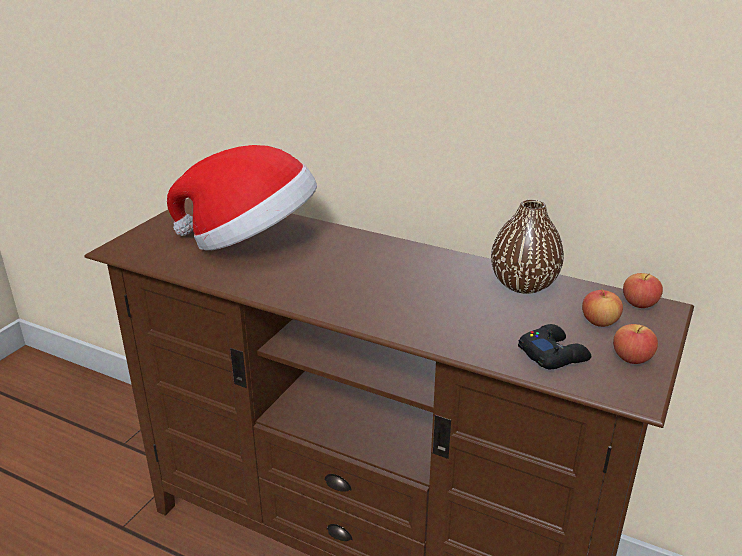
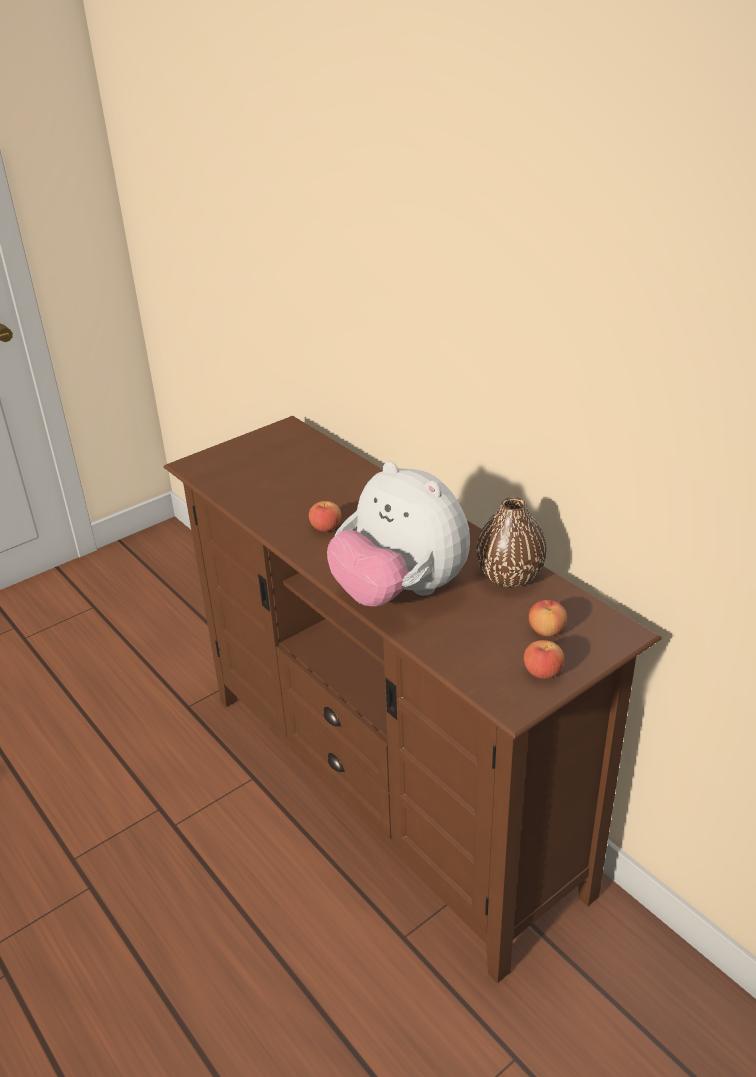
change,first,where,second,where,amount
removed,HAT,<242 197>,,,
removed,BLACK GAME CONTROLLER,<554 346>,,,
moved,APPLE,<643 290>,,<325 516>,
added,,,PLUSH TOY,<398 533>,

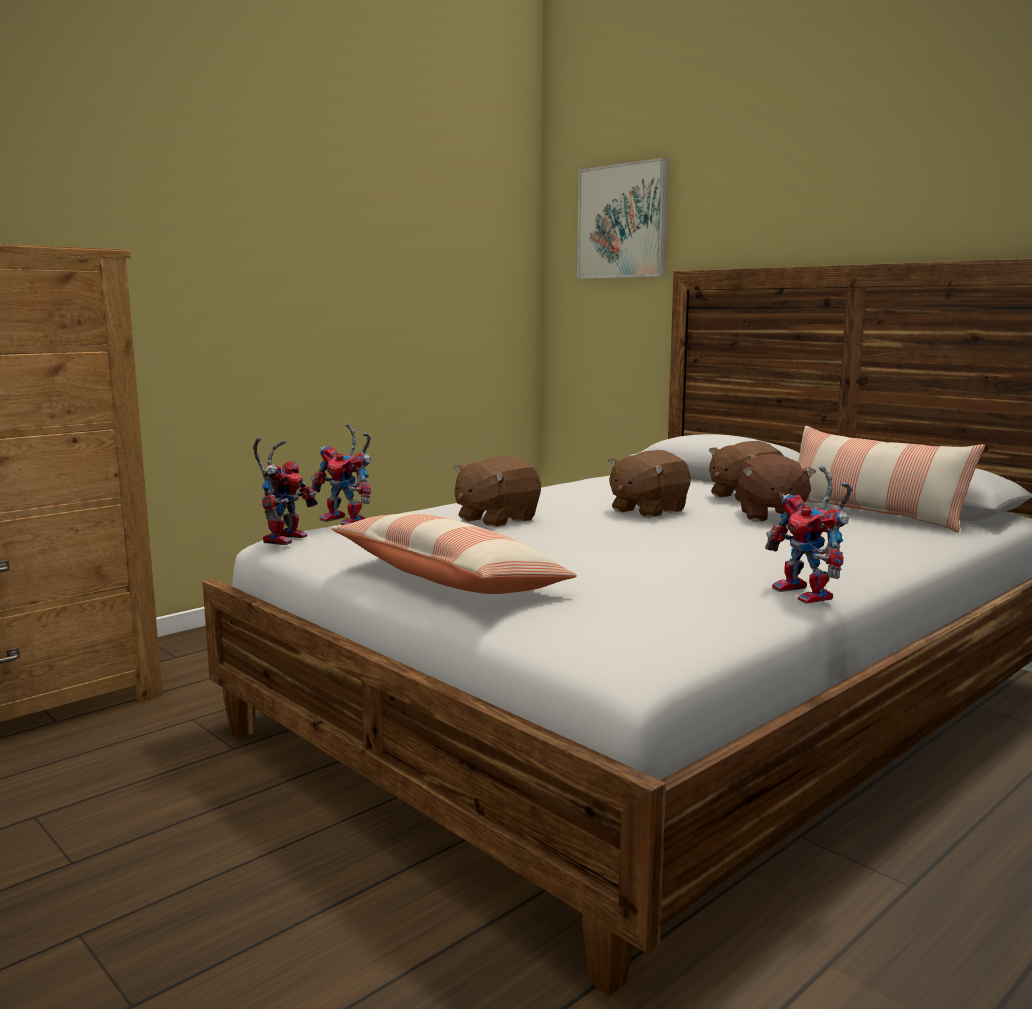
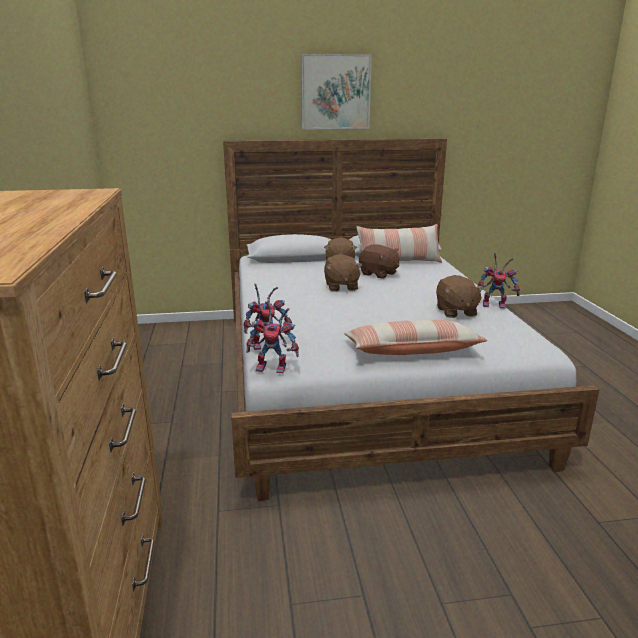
change,first,where,second,where,amount
turned,TOY ROBOT,<285 491>,,<272 337>,135 degrees clockwise
moved,BROWN PLUSH TOY,<497 491>,,<460 296>,
moved,PICTURE,<622 218>,,<336 91>,

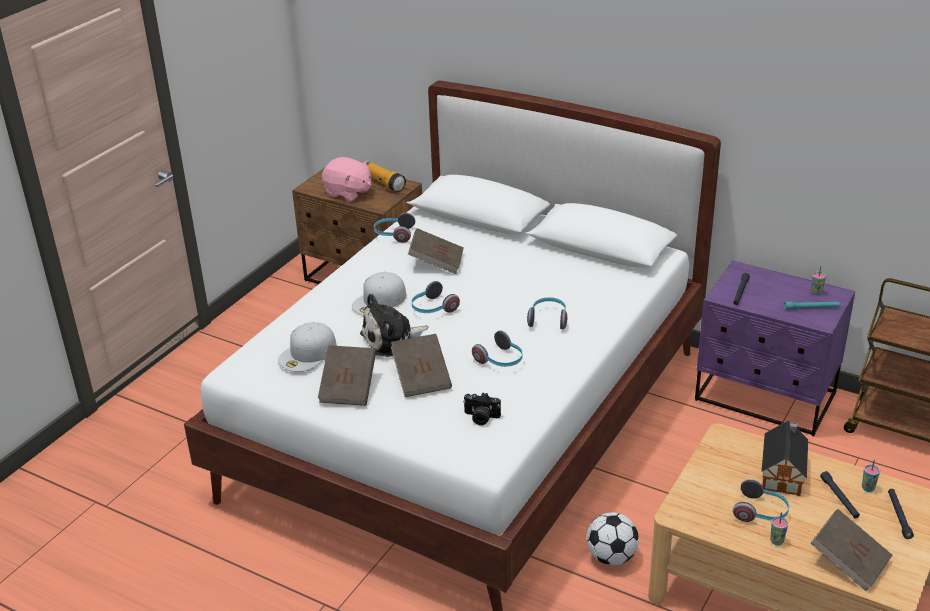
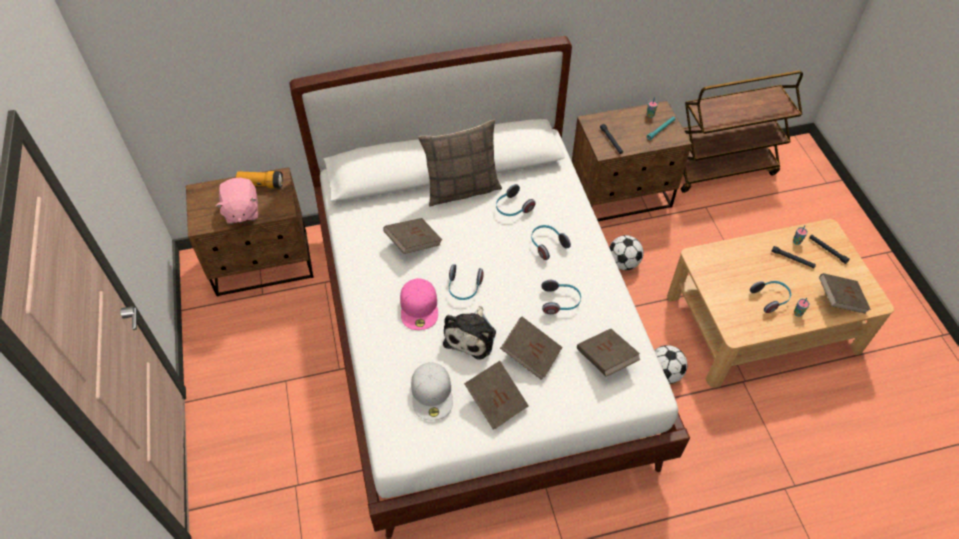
change,first,where,second,where,amount
turned,PINK PLUSH TOY,<346 179>,,<237 201>,90 degrees clockwise
recoloured,WHITE CAP,<379 294>,PINK CAP,<419 304>,
moved,HEADPHONES,<394 228>,,<515 200>,
replaced,PHOTO CAMERA,<482 409>,BROWN BOOK,<609 353>,
recoloured,PURPLE NIGHTSTAND,<775 348>,BROWN NIGHTSTAND,<632 161>,
removed,TOY HOUSE,<784 458>,,,
added,,,PILLOW,<460 163>,
added,,,FOOTBALL,<626 252>,

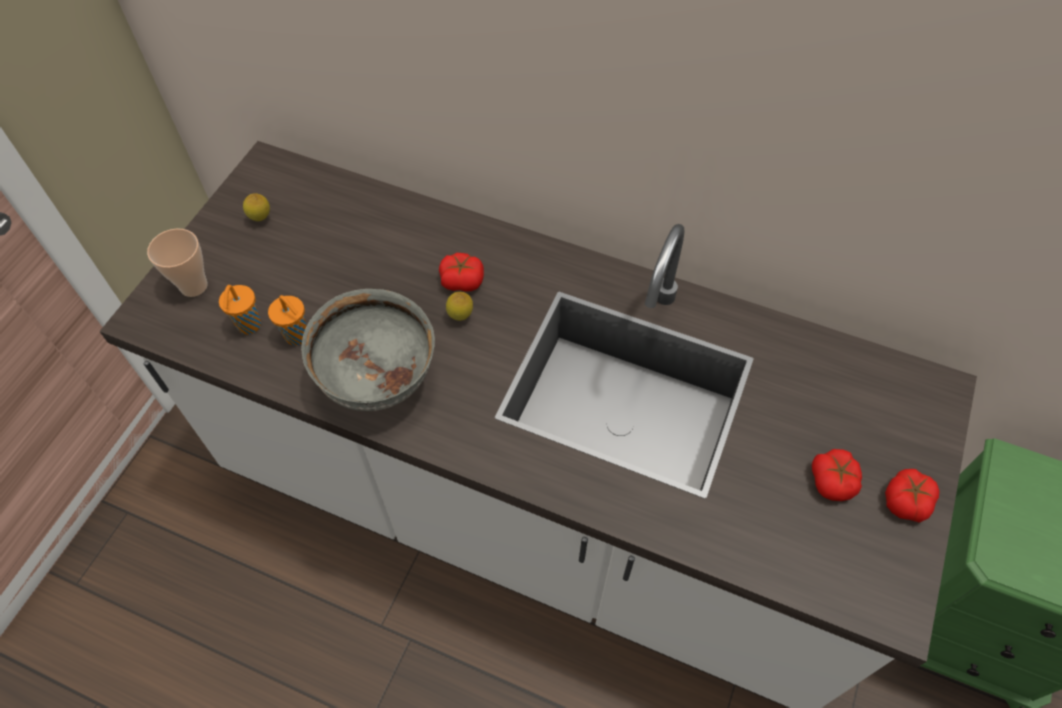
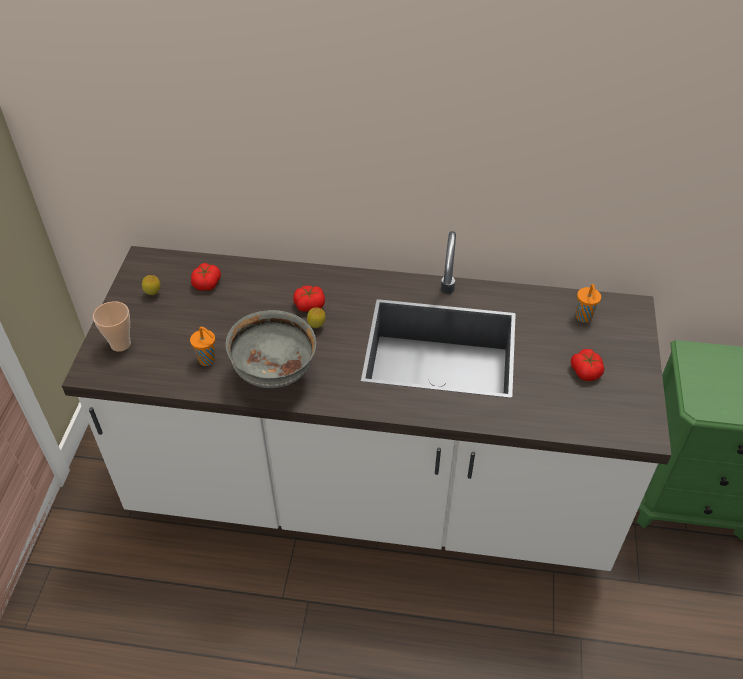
change,first,where,second,where,amount
moved,ORANGE CUP,<240 309>,,<588 303>,
moved,TOMATO,<912 496>,,<206 277>,

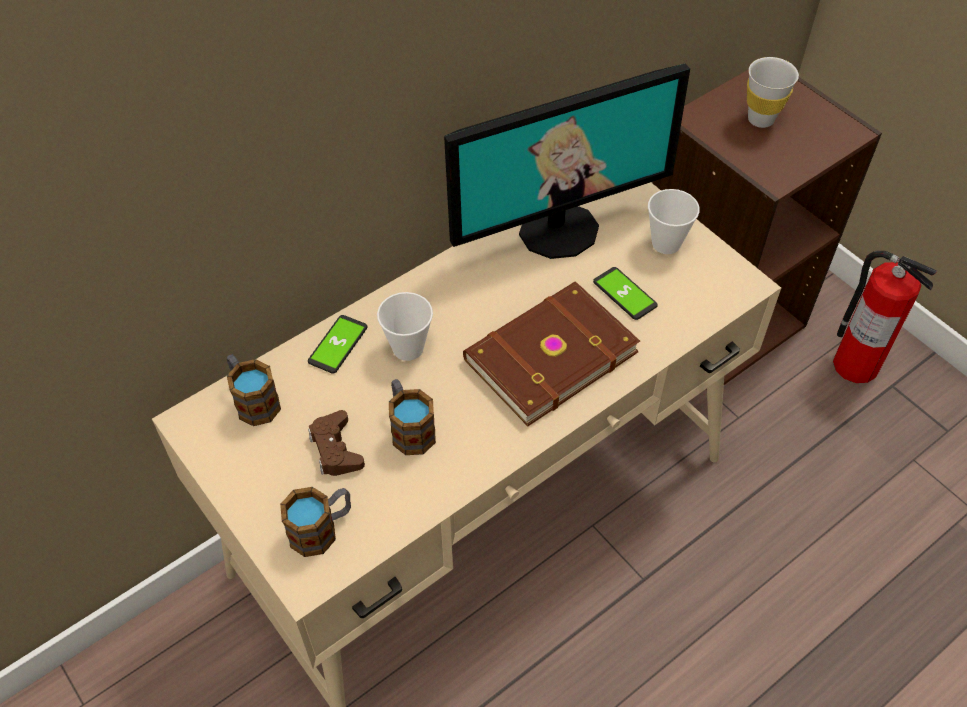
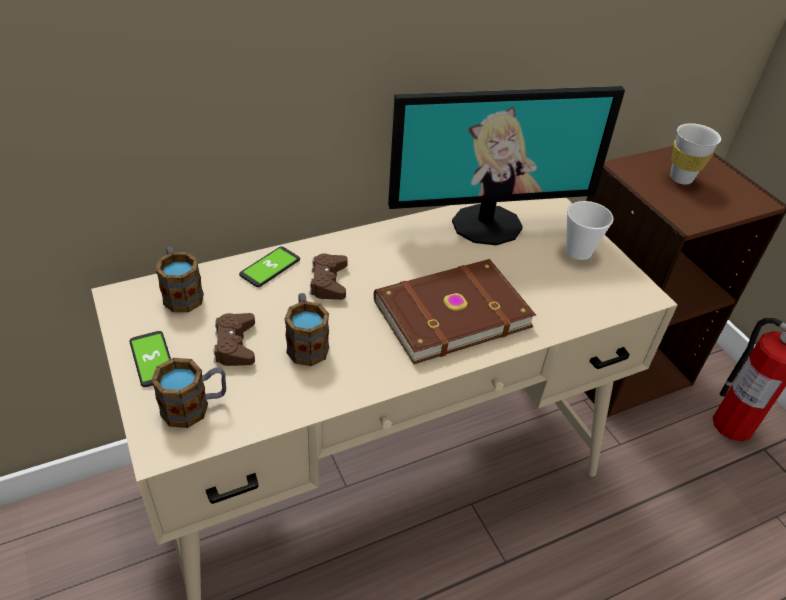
change,first,where,second,where,amount
replaced,CUP,<405 326>,BROWN GAME CONTROLLER,<328 277>,
moved,PHONE,<625 293>,,<150 359>,

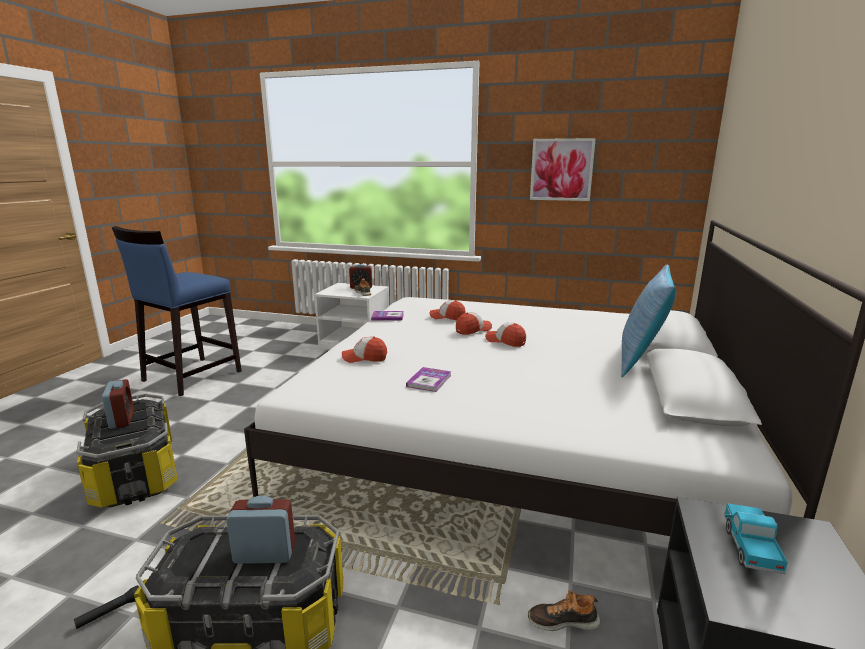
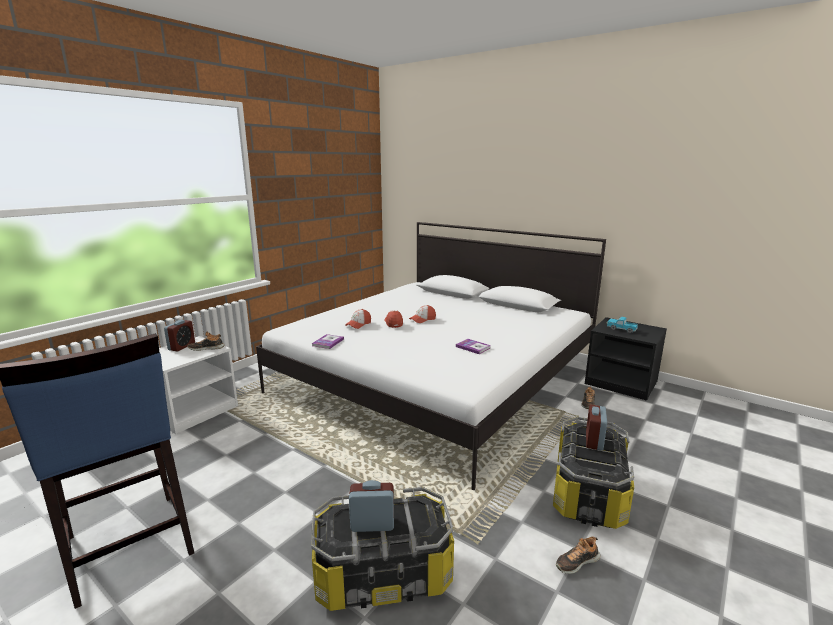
change,first,where,second,where,amount
replaced,BLACK FLASHLIGHT,<106 607>,SHOE,<578 555>,
removed,CAP,<364 350>,,,
removed,PICTURE,<563 169>,,,
removed,PILLOW,<648 320>,,,

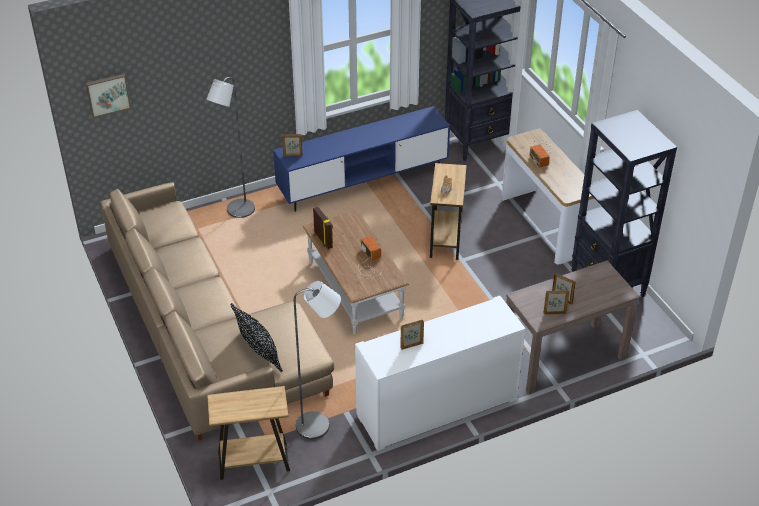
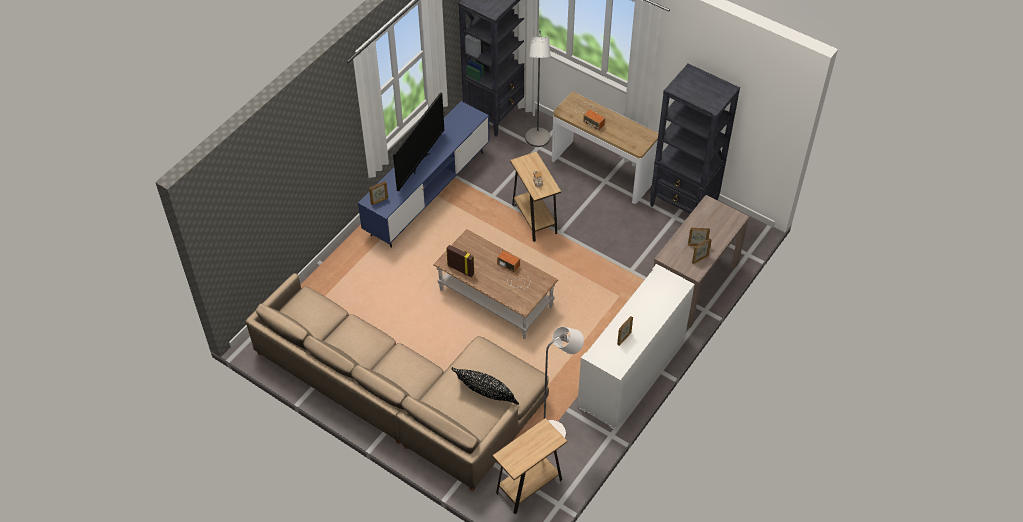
change,first,where,second,where,amount
removed,PICTURE,<108 96>,,,
moved,GREY FLOOR LAMP,<230 147>,,<538 89>,
added,,,TELEVISION,<418 141>,

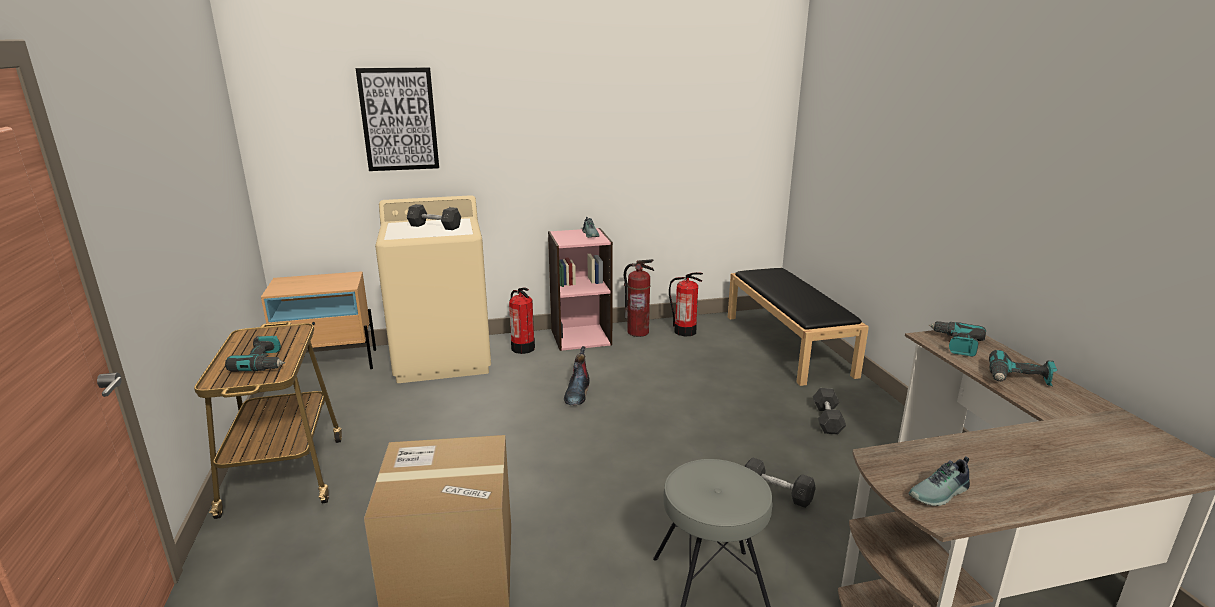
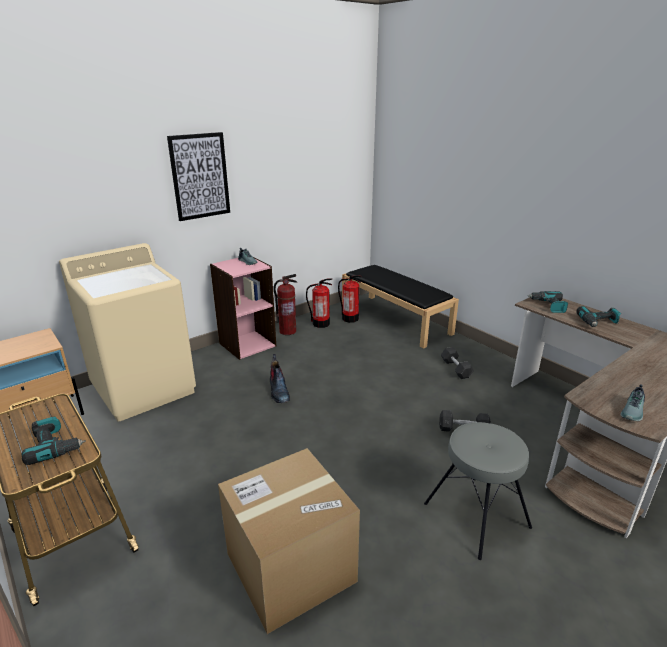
change,first,where,second,where,amount
moved,PICTURE,<397 119>,,<198 176>,
removed,GREY DUMBBELL,<434 217>,,,
moved,FIRE EXTINGUISHER,<522 320>,,<350 299>,

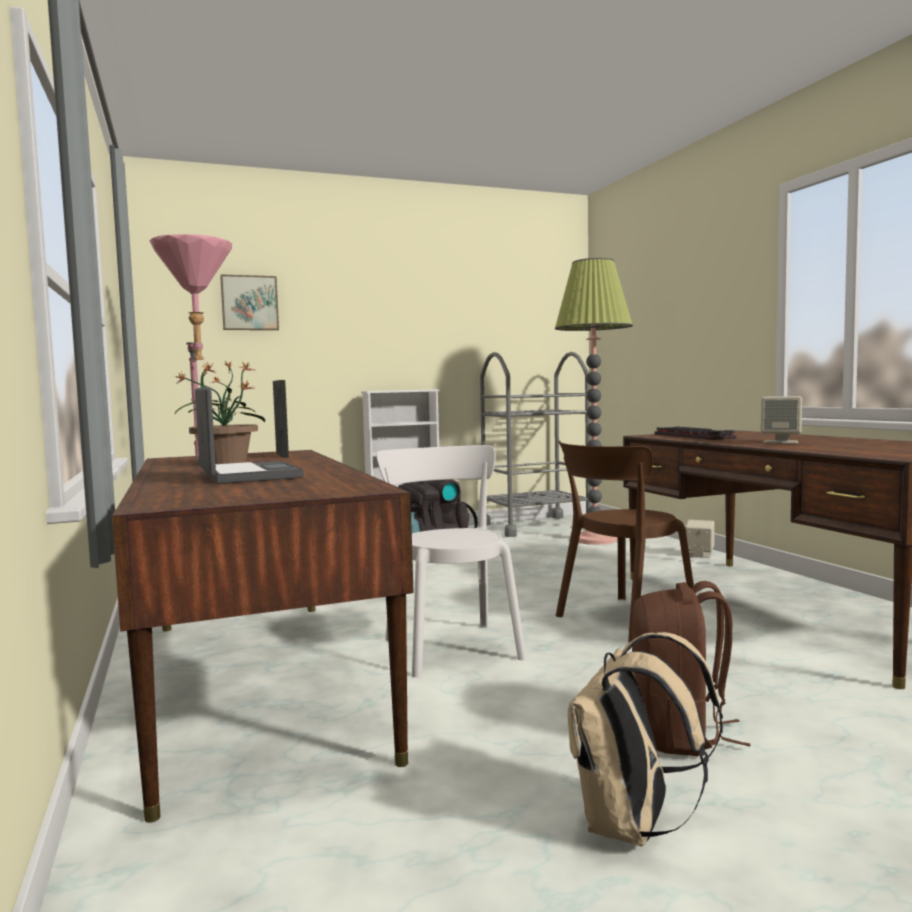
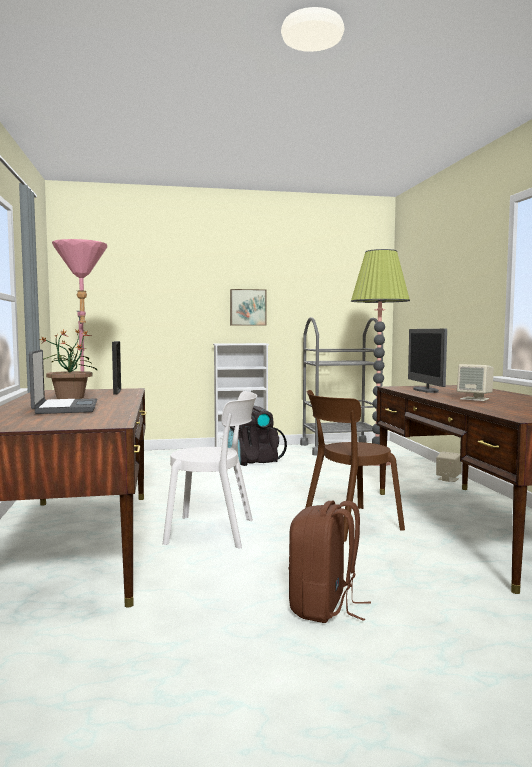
change,first,where,second,where,amount
moved,PICTURE,<249 302>,,<248 307>,
turned,WHITE CHAIR,<451 561>,,<210 469>,105 degrees clockwise
removed,BEIGE BACKPACK,<645 739>,,,
replaced,KEYBOARD,<695 433>,MONITOR,<427 361>,

